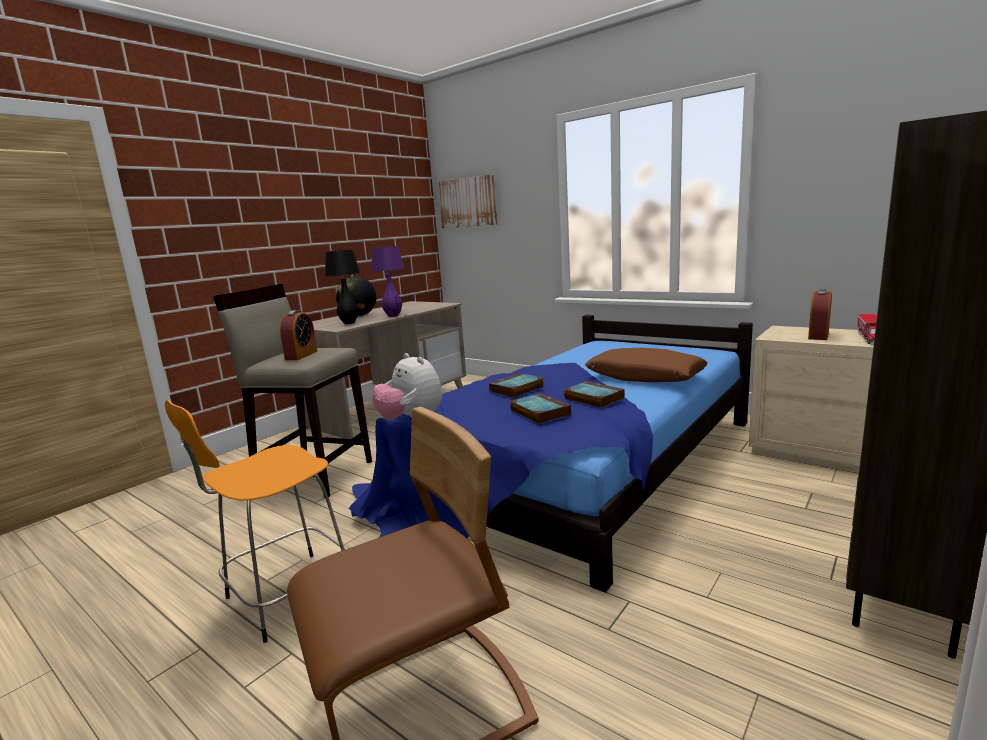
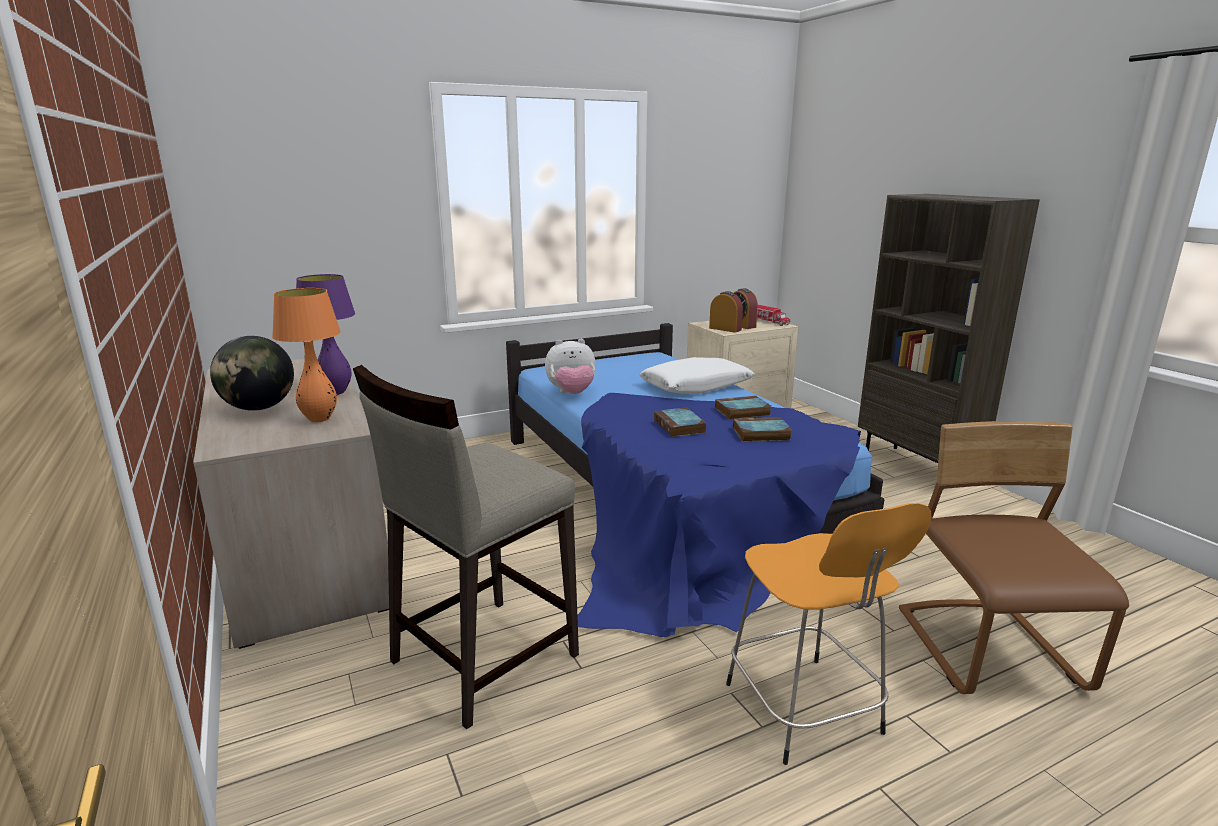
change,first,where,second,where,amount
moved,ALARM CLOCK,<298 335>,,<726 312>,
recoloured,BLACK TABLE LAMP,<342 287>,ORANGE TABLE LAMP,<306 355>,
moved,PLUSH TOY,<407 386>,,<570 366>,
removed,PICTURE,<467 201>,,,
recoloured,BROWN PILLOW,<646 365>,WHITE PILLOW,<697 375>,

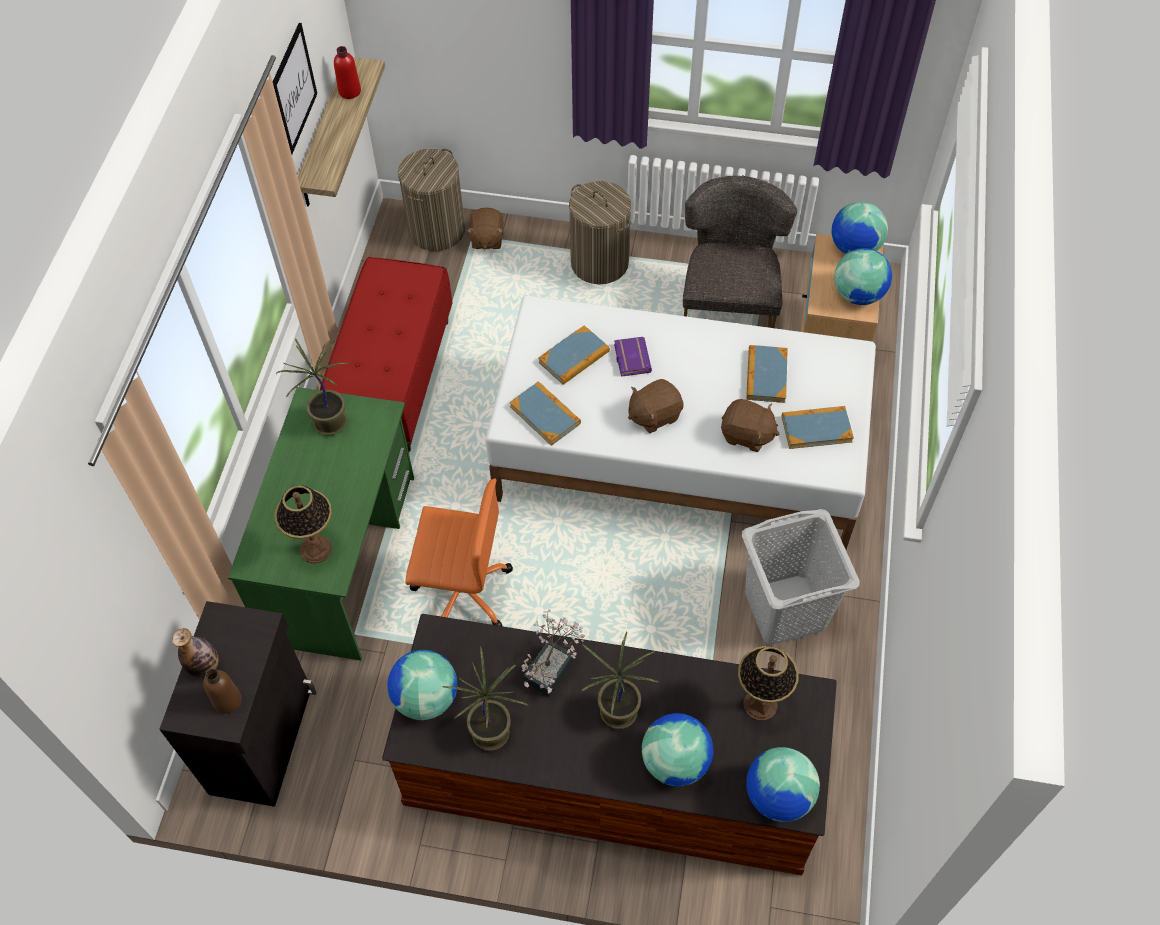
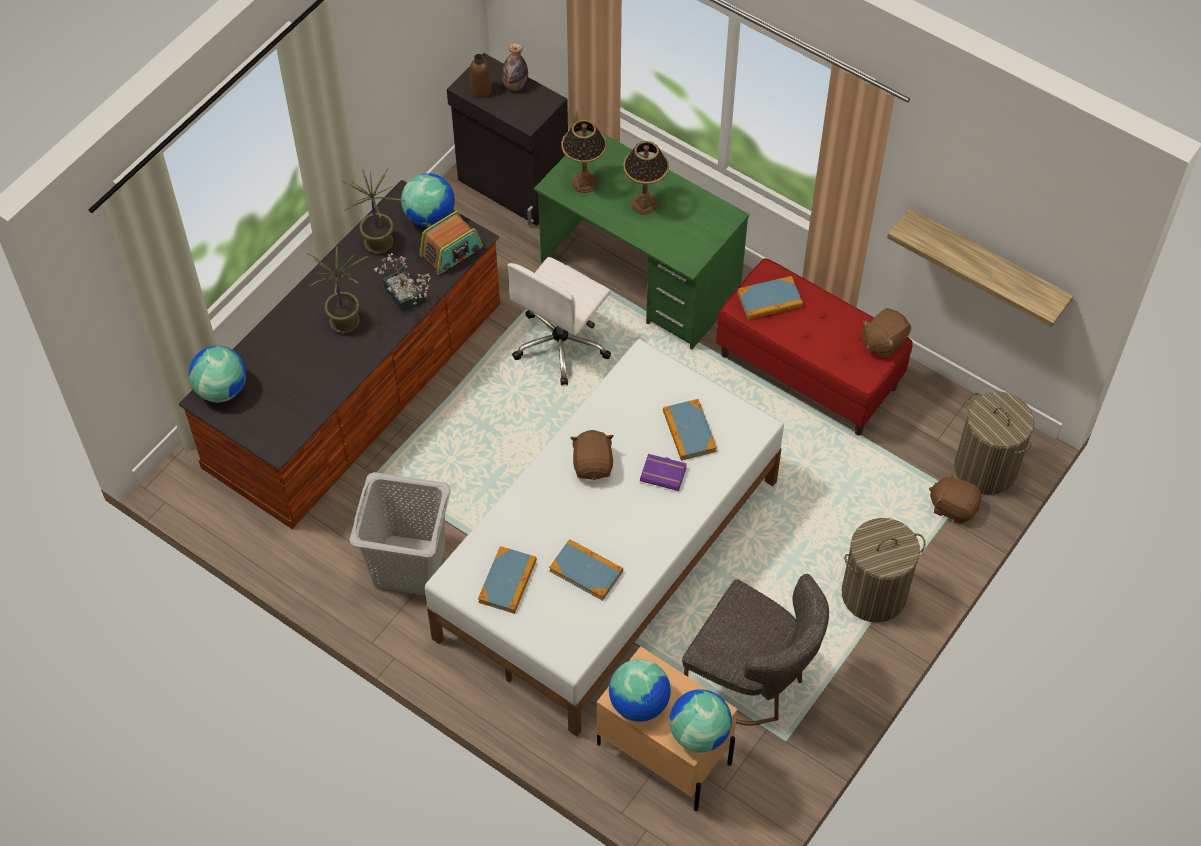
change,first,where,second,where,amount
removed,PICTURE,<295 88>,,,
removed,POTTED PLANT,<312 386>,,,
removed,RED BOTTLE,<347 72>,,,
recoloured,ORANGE OFFICE CHAIR,<459 552>,WHITE OFFICE CHAIR,<559 321>,
moved,BOOK,<545 413>,,<770 298>,
removed,GLOBE,<677 749>,,,
moved,BROWN PLUSH TOY,<750 425>,,<886 333>,
moved,TABLE LAMP,<768 683>,,<646 178>,
added,,,RADIO,<451 243>,

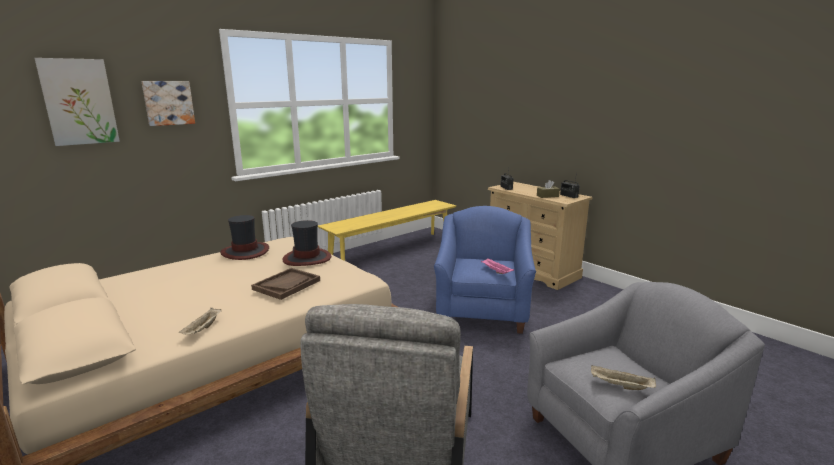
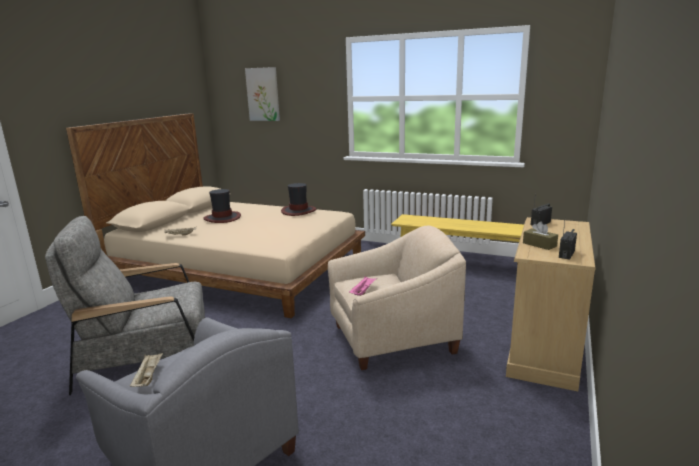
change,first,where,second,where,amount
removed,PICTURE,<168 103>,,,
removed,BROWN TRAY,<285 284>,,,
moved,HAT,<306 243>,,<222 206>,
recoloured,BLUE ARMCHAIR,<485 270>,BEIGE ARMCHAIR,<397 298>,

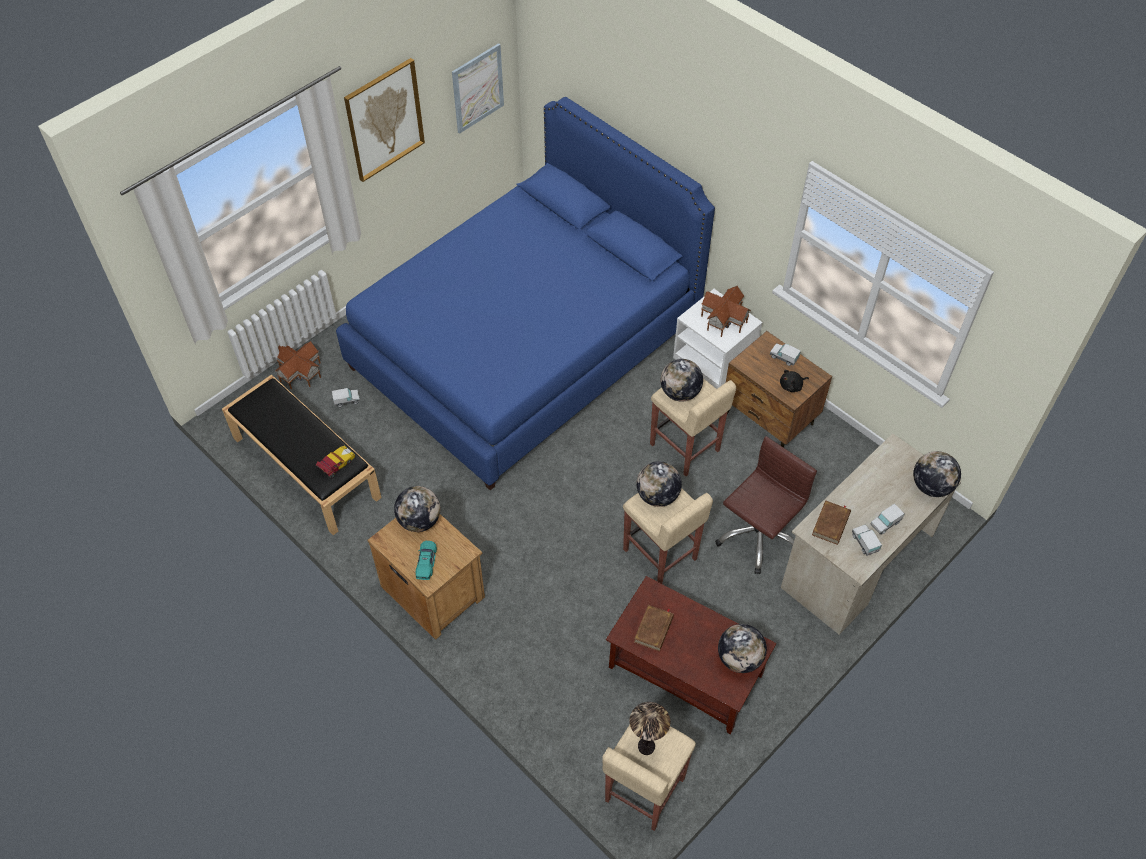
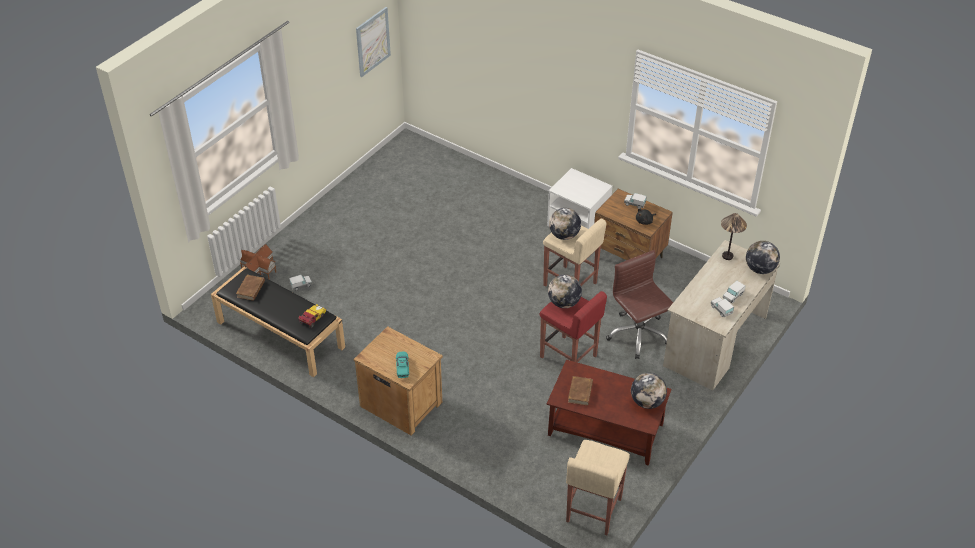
change,first,where,second,where,amount
removed,BLUE BED,<525 293>,,,
removed,PICTURE,<384 120>,,,
removed,GLOBE,<417 509>,,,
recoloured,BEIGE STOOL,<668 536>,RED STOOL,<573 327>,
moved,TABLE LAMP,<650 728>,,<734 236>,
removed,TOY HOUSE,<726 311>,,,
turned,BROWN OFFICE CHAIR,<766 505>,,<639 304>,60 degrees counterclockwise
moved,BROWN BOOK,<831 522>,,<250 288>,

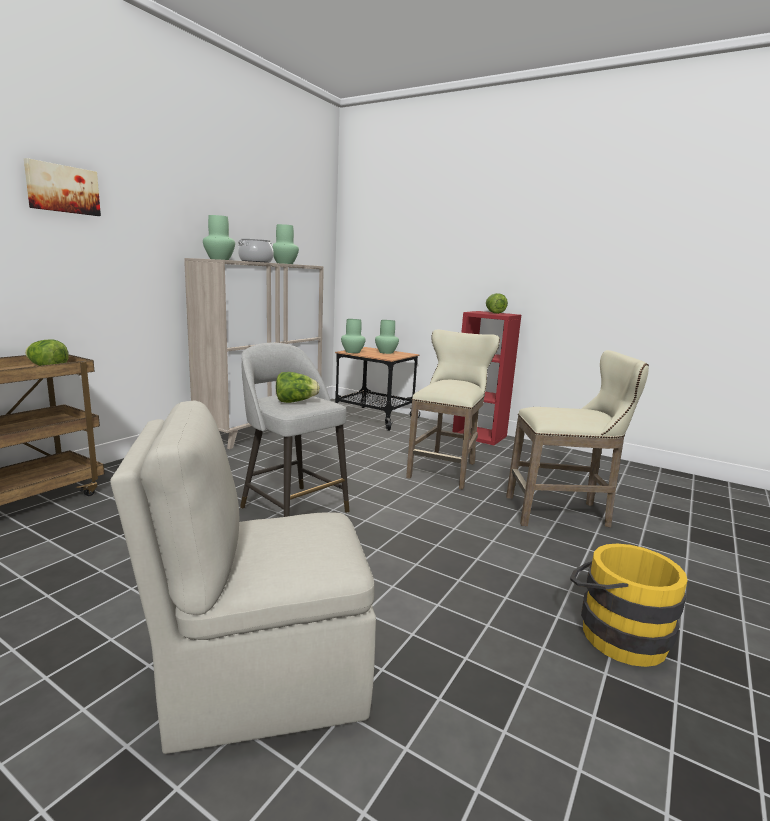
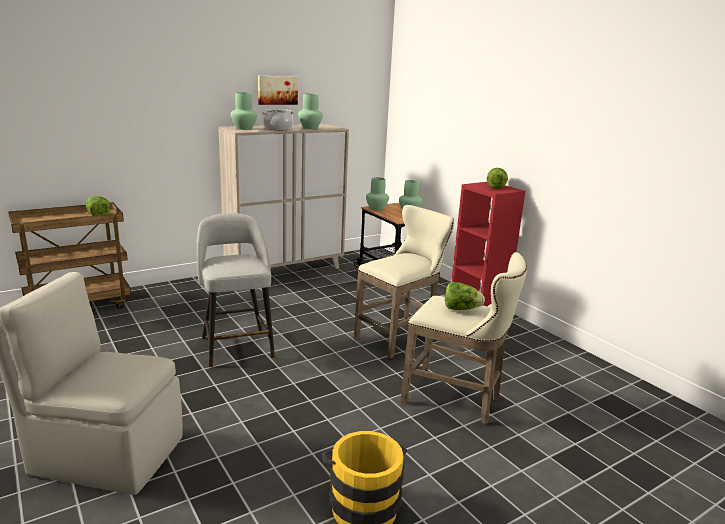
change,first,where,second,where,amount
moved,PICTURE,<62 187>,,<278 90>,
moved,LETTUCE,<298 387>,,<465 296>,

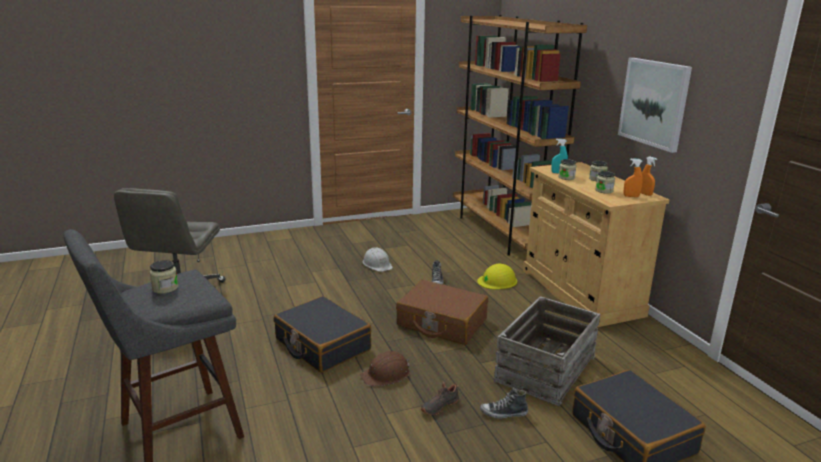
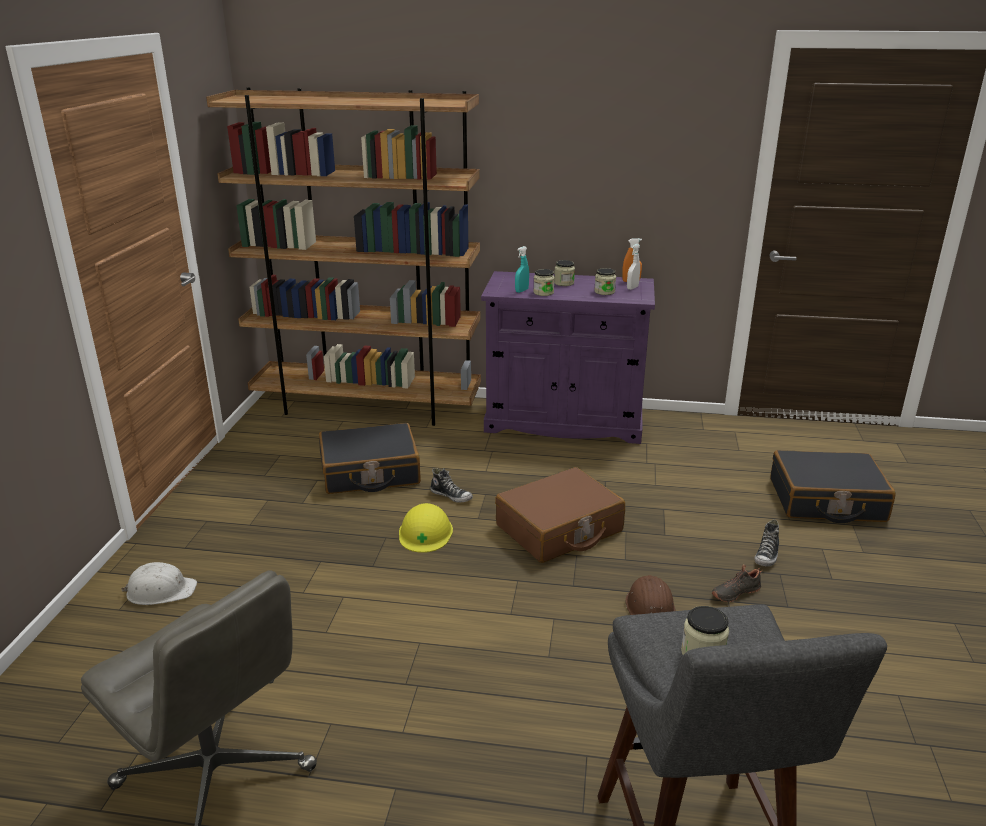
change,first,where,second,where,amount
moved,BLACK SUITCASE,<323 334>,,<370 458>,
moved,WHITE HARD HAT,<377 260>,,<159 583>,
turned,BLACK SHOE,<440 398>,,<737 583>,75 degrees clockwise
moved,YELLOW HARD HAT,<497 276>,,<426 528>,
removed,CRATE,<547 351>,,,
recoloured,BEIGE CABINET,<596 244>,PURPLE CABINET,<568 357>,
removed,PICTURE,<655 105>,,,
recoloured,ORANGE SPRAY BOTTLE,<633 177>,WHITE SPRAY BOTTLE,<633 267>,

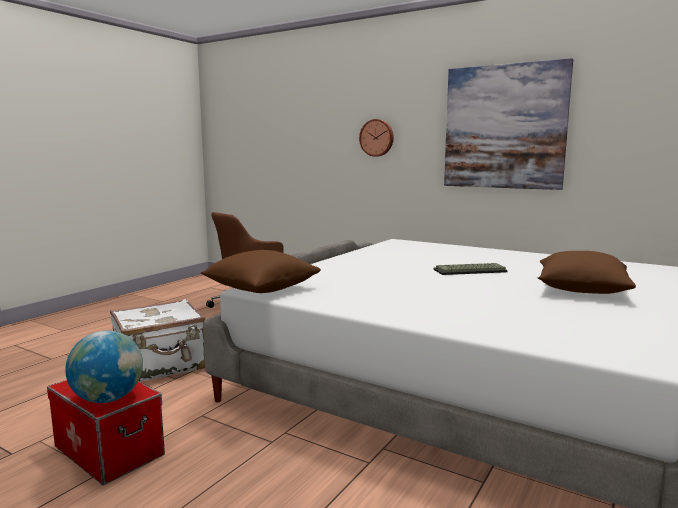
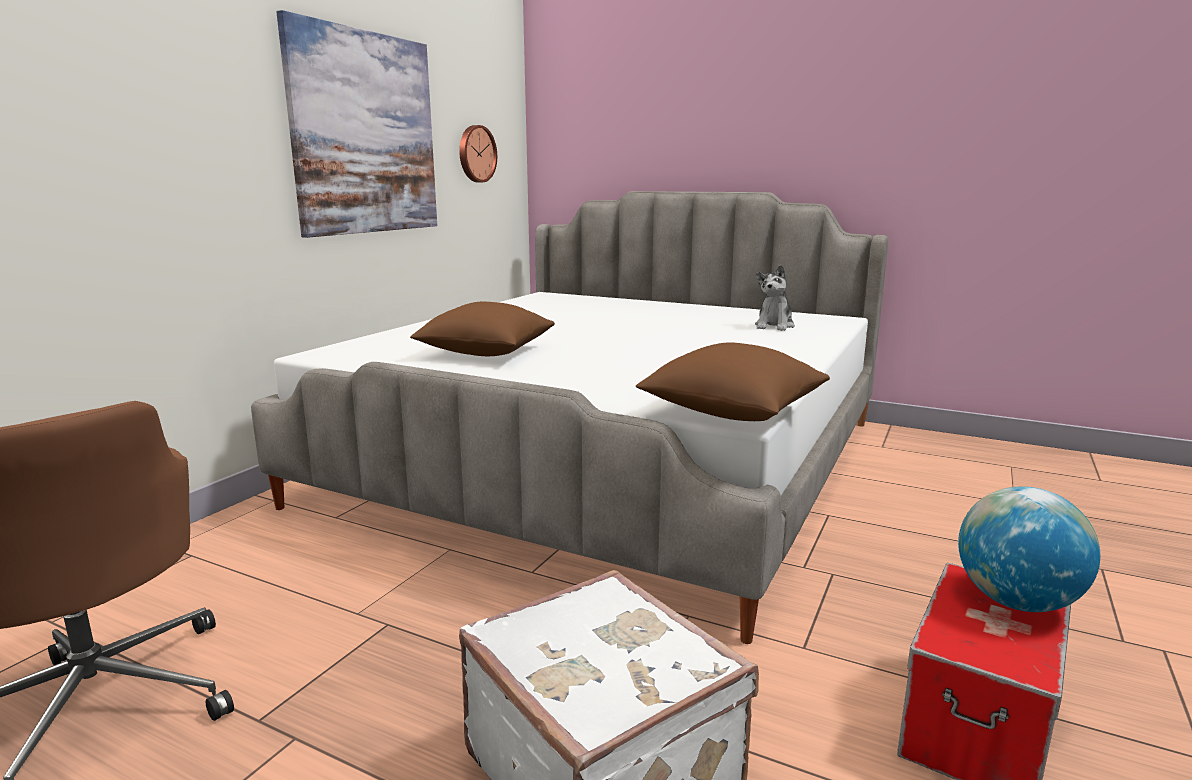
change,first,where,second,where,amount
moved,WALL CLOCK,<376 138>,,<478 153>,
removed,KEYBOARD,<471 269>,,,
moved,BROWN PILLOW,<586 272>,,<482 329>,
added,,,PLUSH TOY,<775 298>,

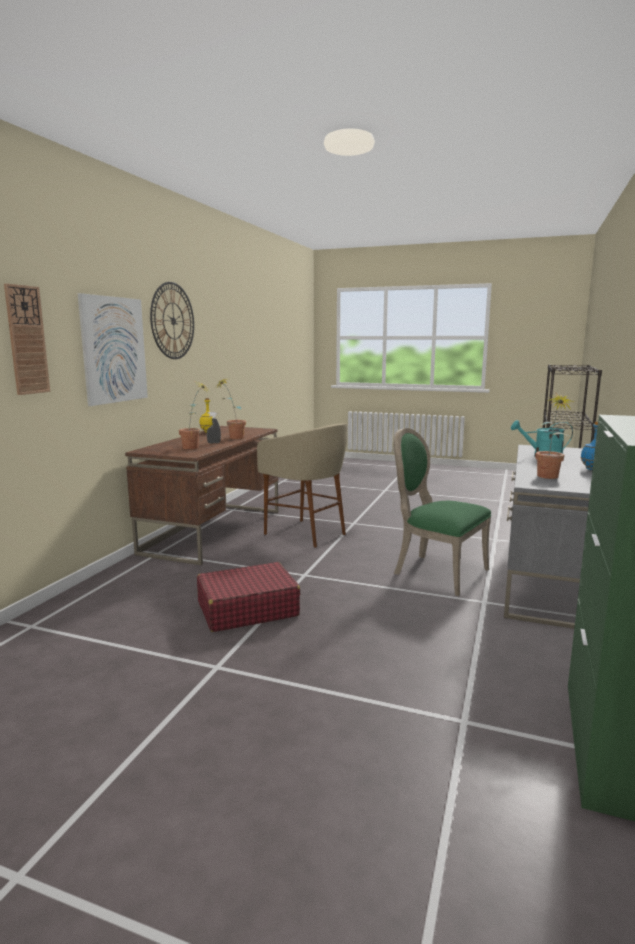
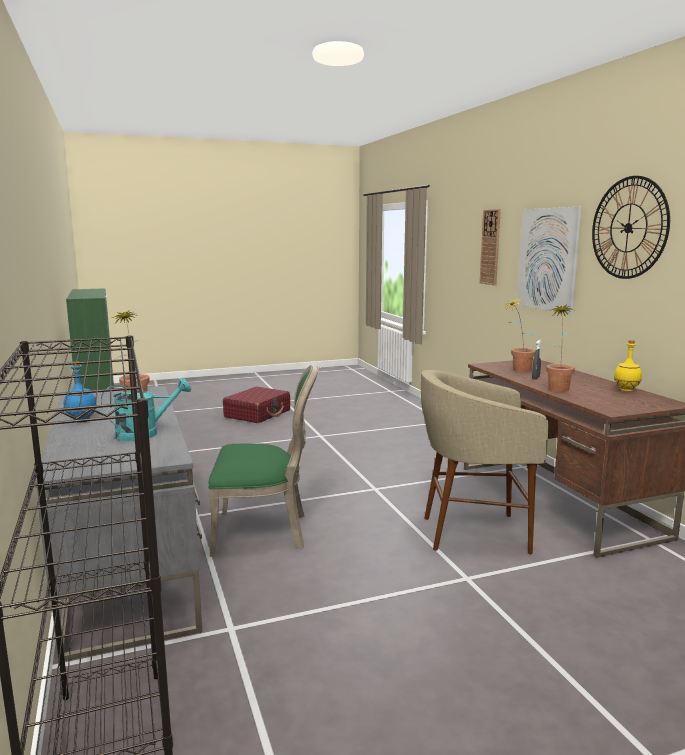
change,first,where,second,where,amount
moved,RED SUITCASE,<248 597>,,<256 405>,

